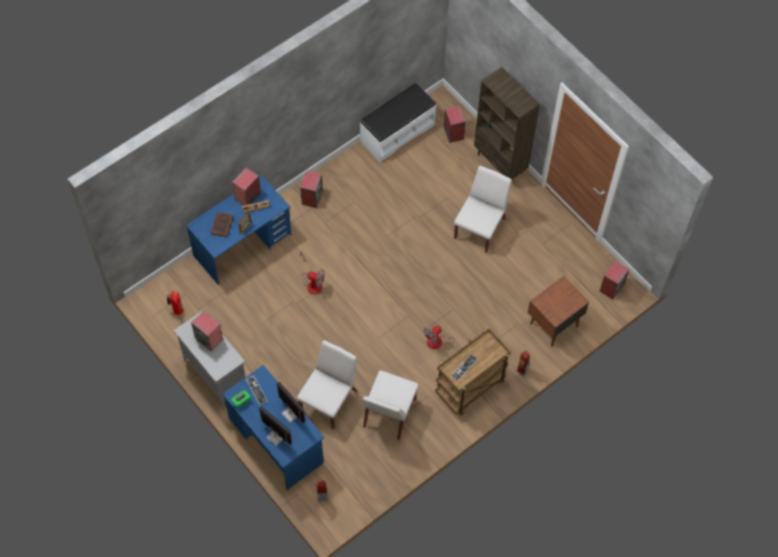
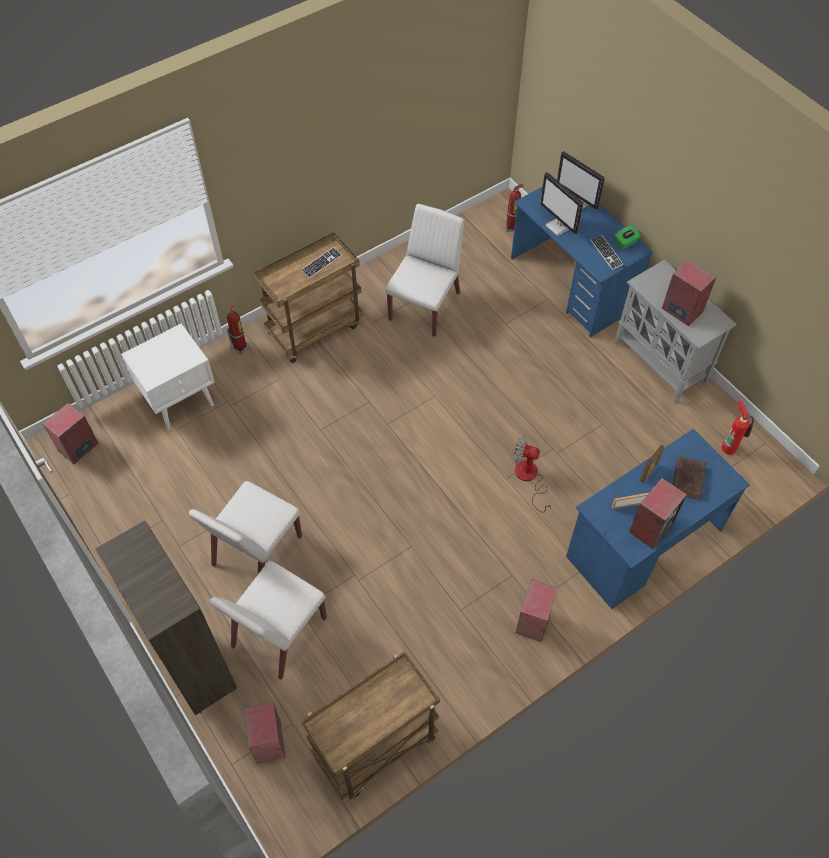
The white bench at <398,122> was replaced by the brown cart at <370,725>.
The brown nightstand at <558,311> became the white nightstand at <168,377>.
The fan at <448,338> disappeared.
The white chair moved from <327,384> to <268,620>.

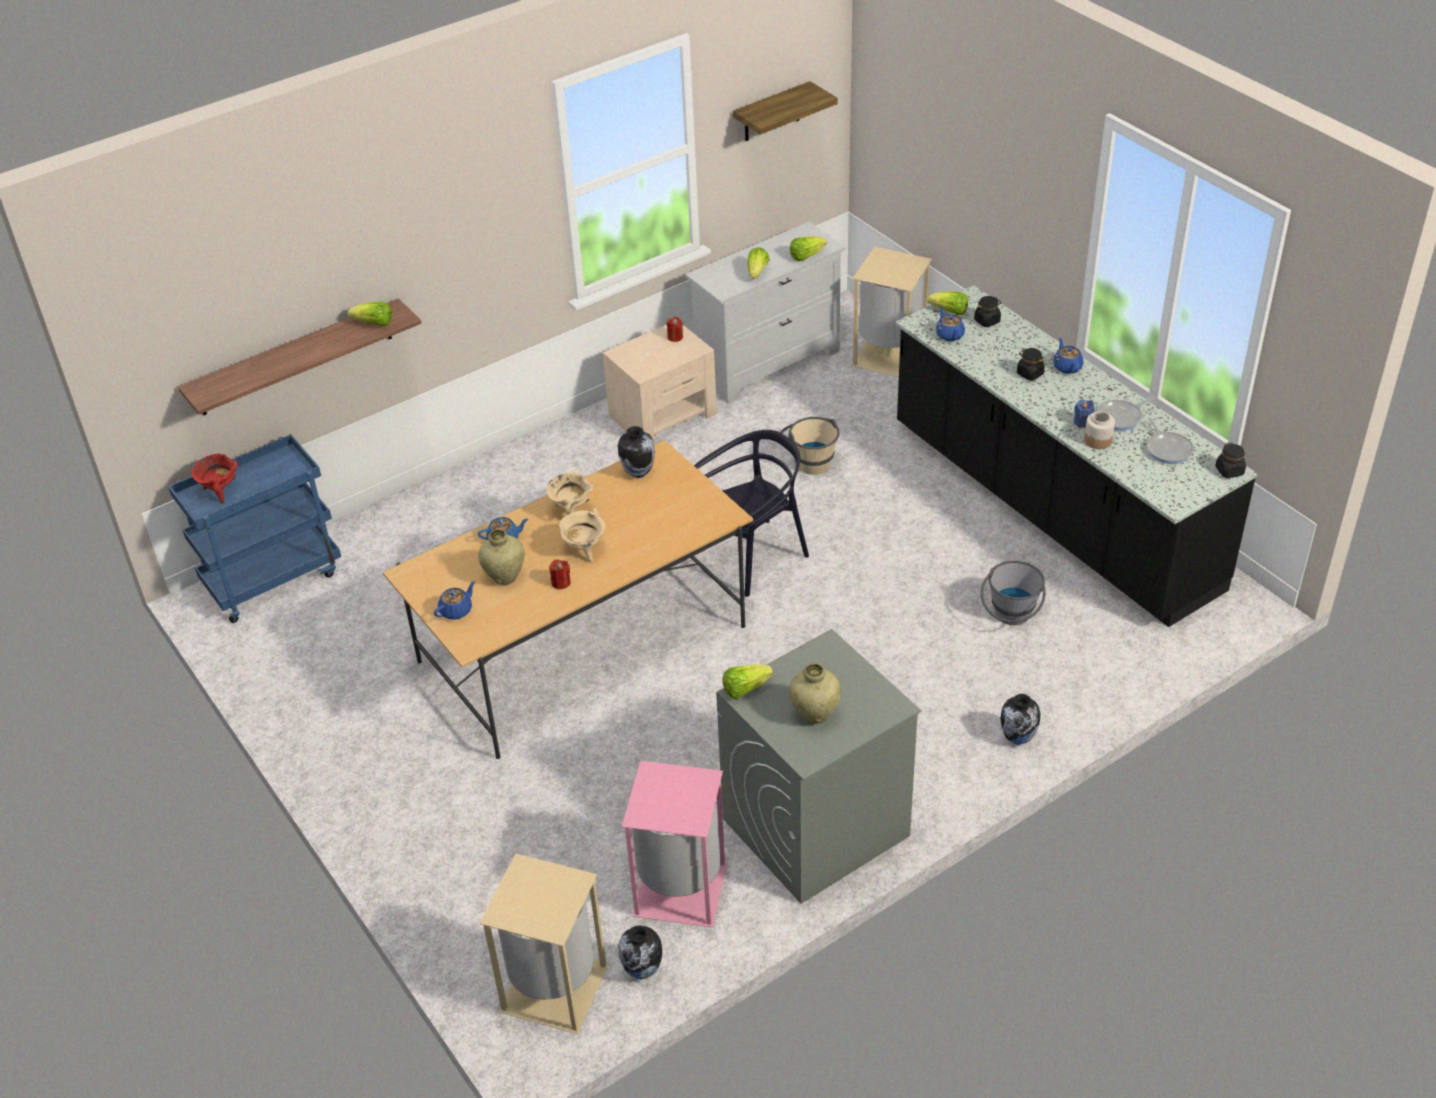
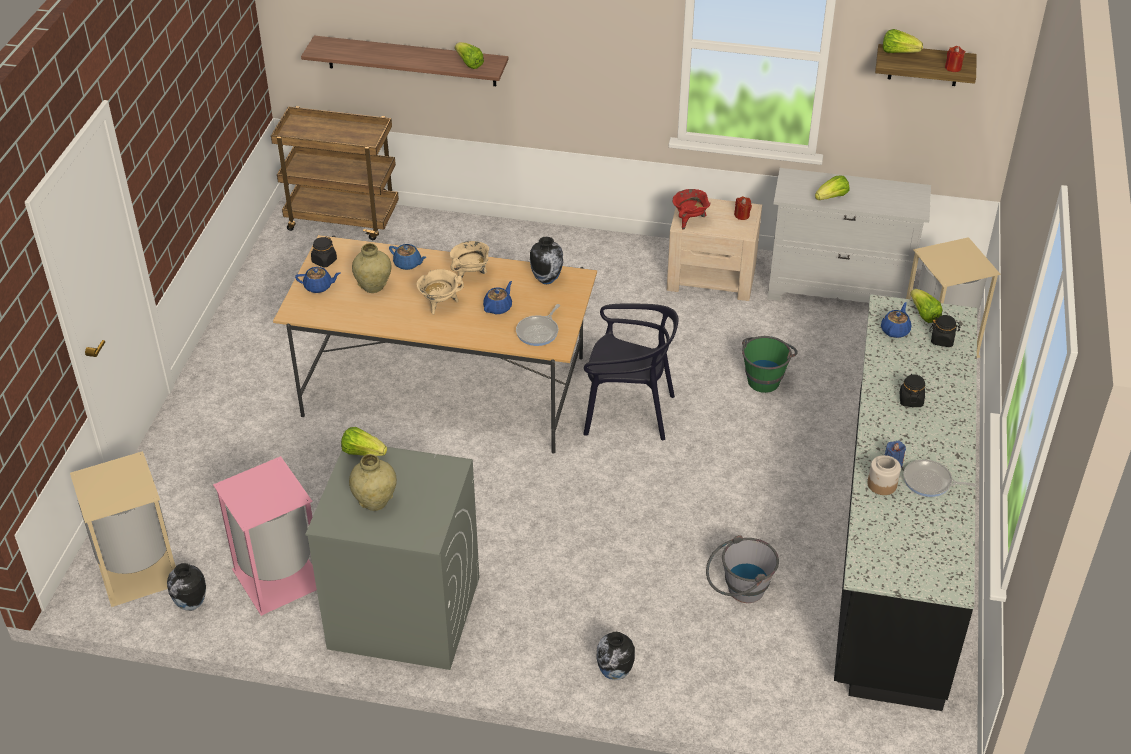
The lettuce moved from <808,248> to <903,41>.
The blue teapot moved from <1068,356> to <497,297>.
The beige bucket at <810,446> became the green bucket at <770,364>.
The frying pan moved from <1170,440> to <538,325>.
The blue cart at <254,528> became the brown cart at <335,173>.
The black jar moved from <1230,460> to <324,252>.
The red cooking pot moved from <214,479> to <691,209>.
The red candle moved from <560,574> to <955,59>.

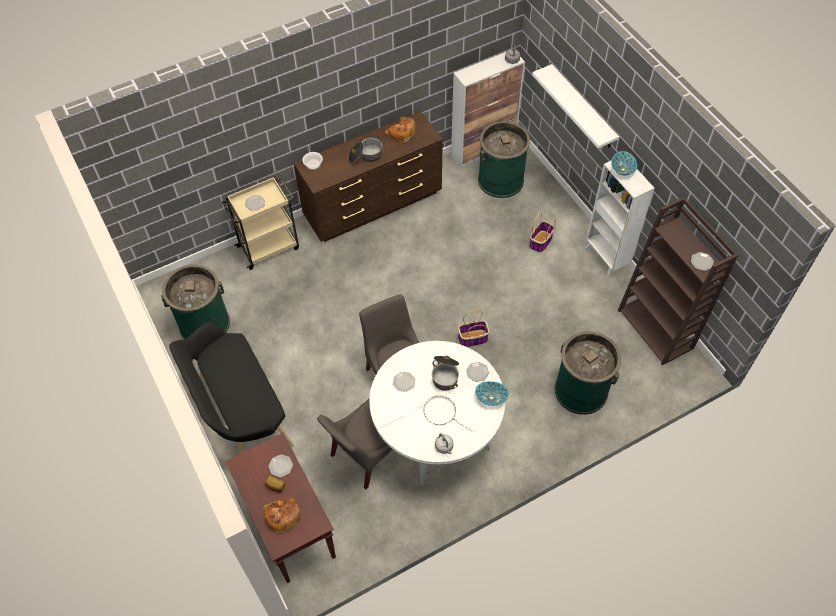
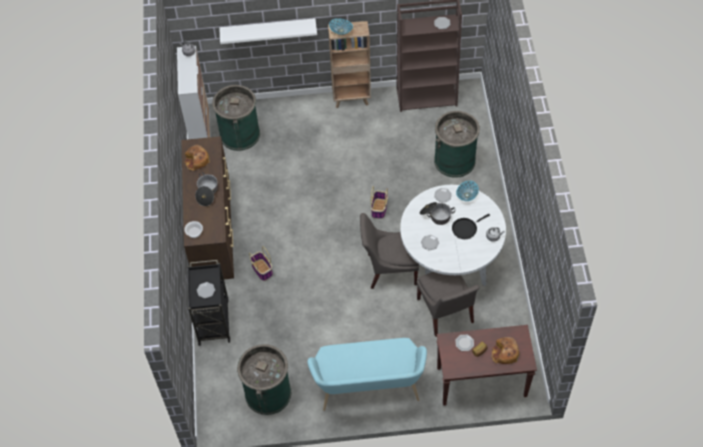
The white bookcase at <620,218> became the brown bookcase at <349,64>.
The beige cart at <260,223> became the black cart at <209,303>.
The basket moved from <542,232> to <261,263>.
The black bench at <231,387> became the turquoise bench at <367,374>.
The white frying pan at <449,414> became the black frying pan at <471,226>.

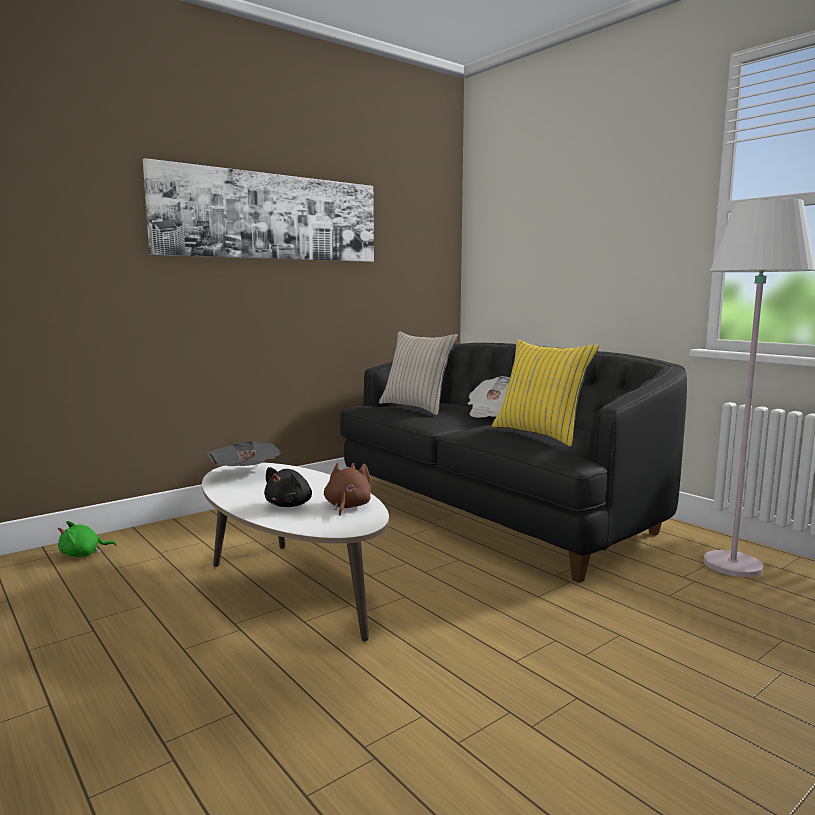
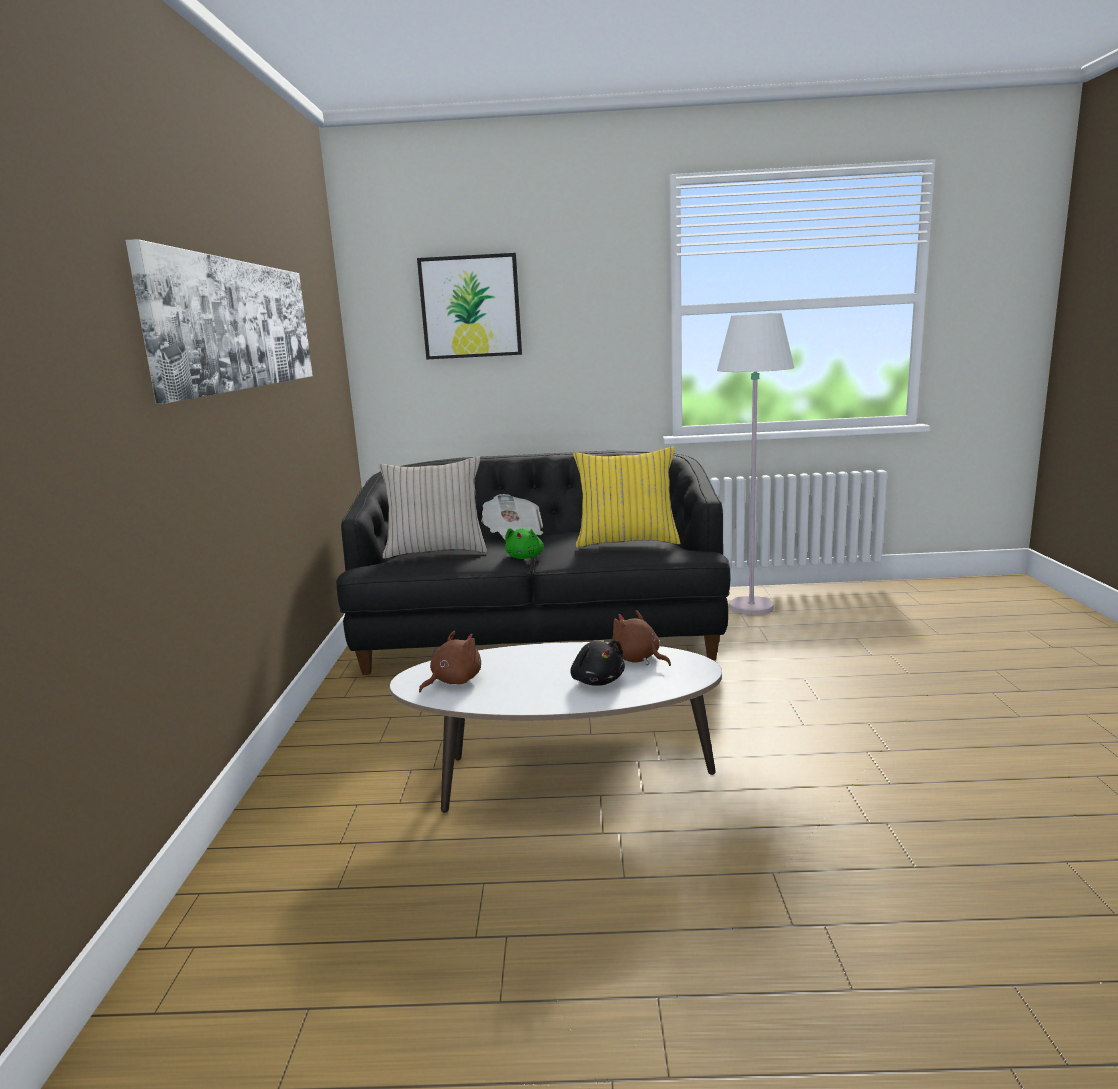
The newspaper at <243,453> was replaced by the brown plush toy at <450,662>.
The green plush toy moved from <87,539> to <524,543>.
The picture at <469,306> appeared.

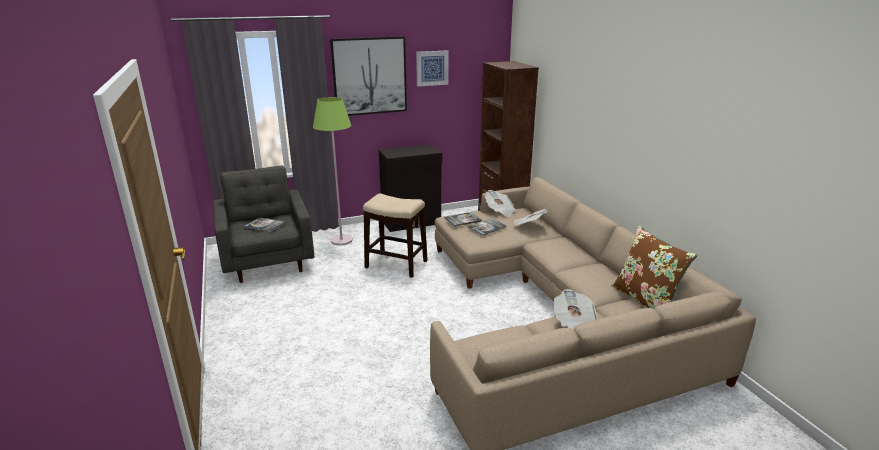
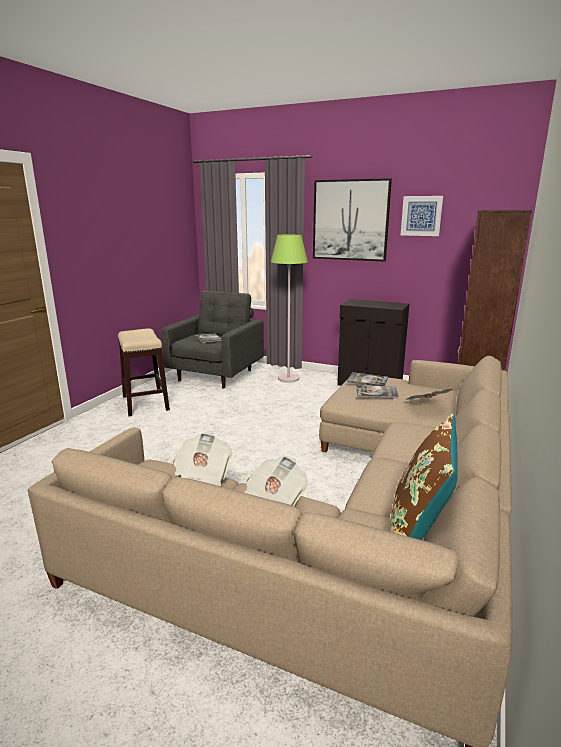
The newspaper moved from <500,203> to <202,459>.
The stool moved from <395,235> to <144,372>.

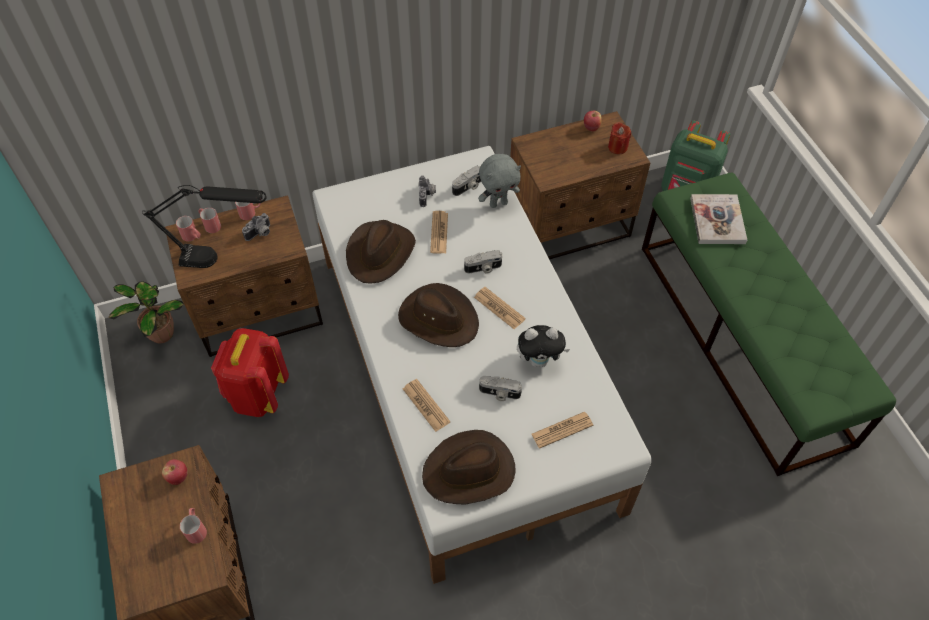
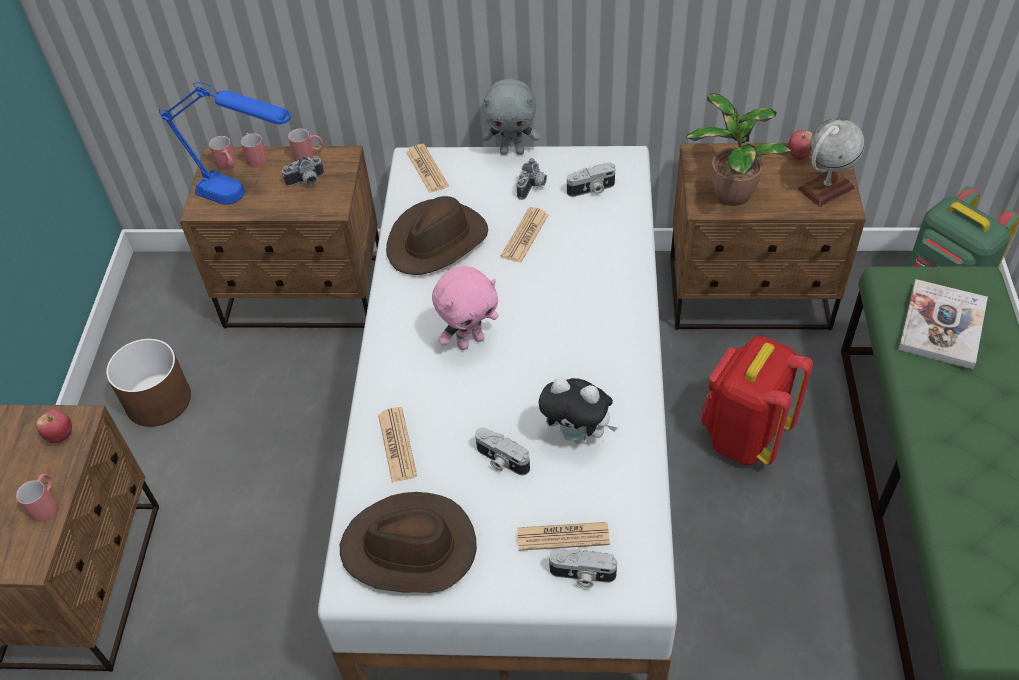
The red candle at <619,138> was replaced by the globe at <831,162>.
The grey plush toy moved from <499,181> to <511,116>.
The black table lamp at <204,226> became the blue table lamp at <225,143>.
The photo camera moved from <483,262> to <583,568>.
The potted plant moved from <146,312> to <739,149>.
The brown hat at <438,315> was replaced by the pink plush toy at <465,308>.
The newspaper moved from <500,308> to <427,168>.
The red backpack moved from <250,372> to <756,400>.
The brown planter at <148,382> appeared.

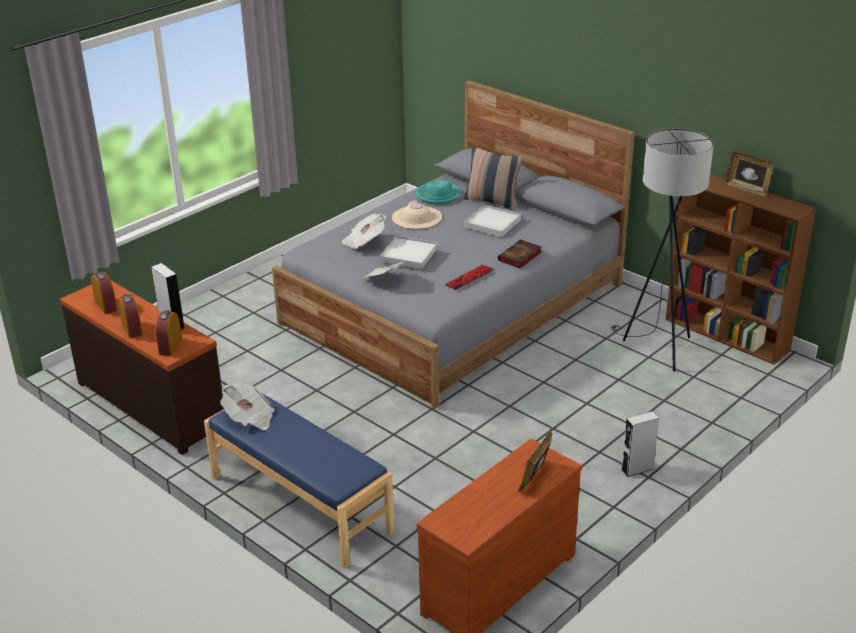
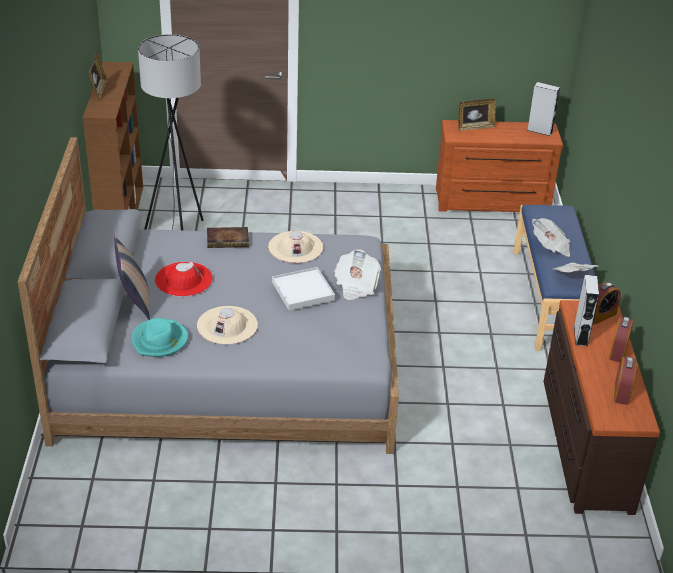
The white tray at <492,221> was replaced by the red hat at <184,279>.
The newspaper moved from <364,231> to <551,237>.
The keyboard at <469,277> was replaced by the beige hat at <295,247>.
The grey speaker moved from <640,444> to <543,109>.

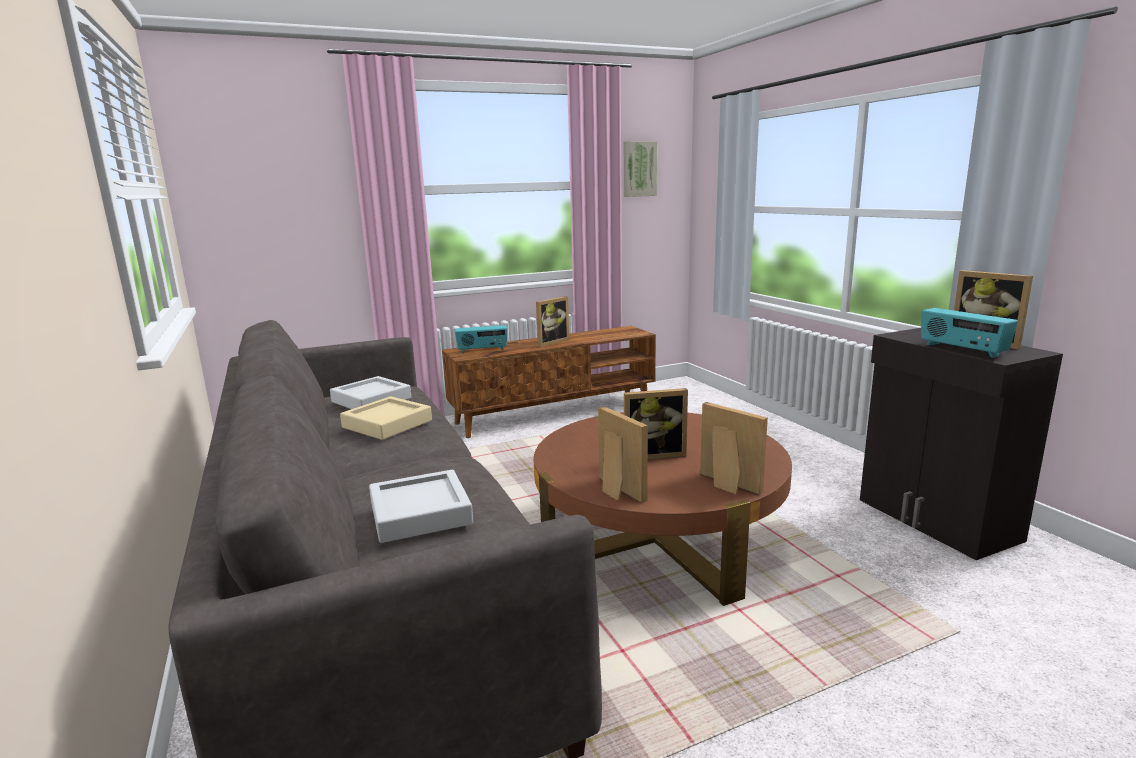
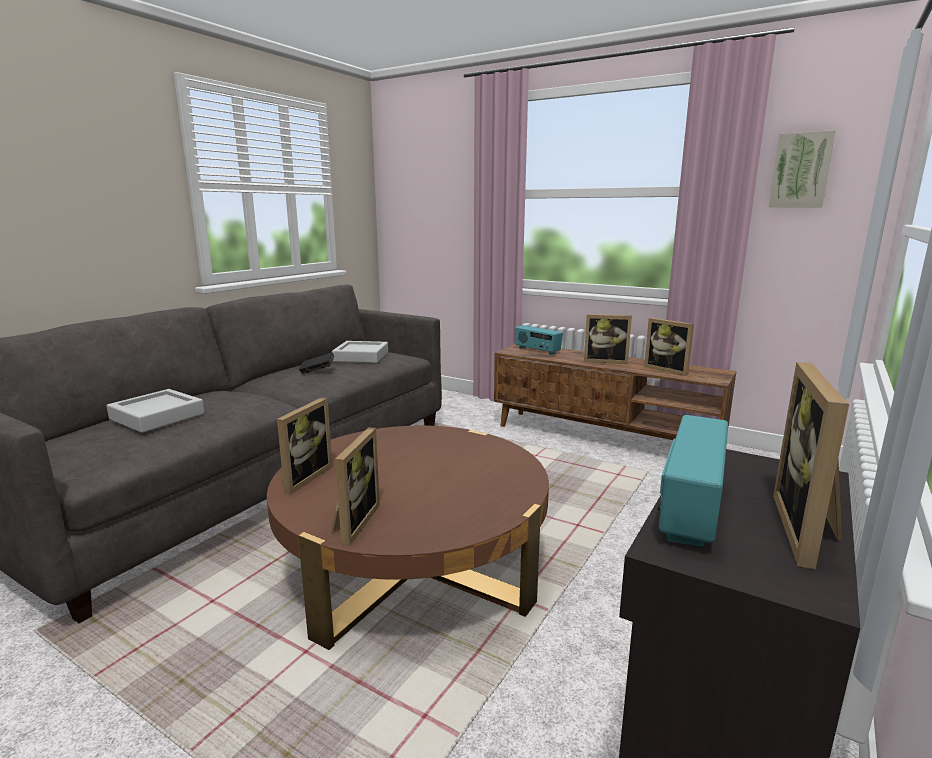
The picture frame moved from <656,424> to <669,347>.
The beige tray at <386,418> was replaced by the black book at <316,363>.

